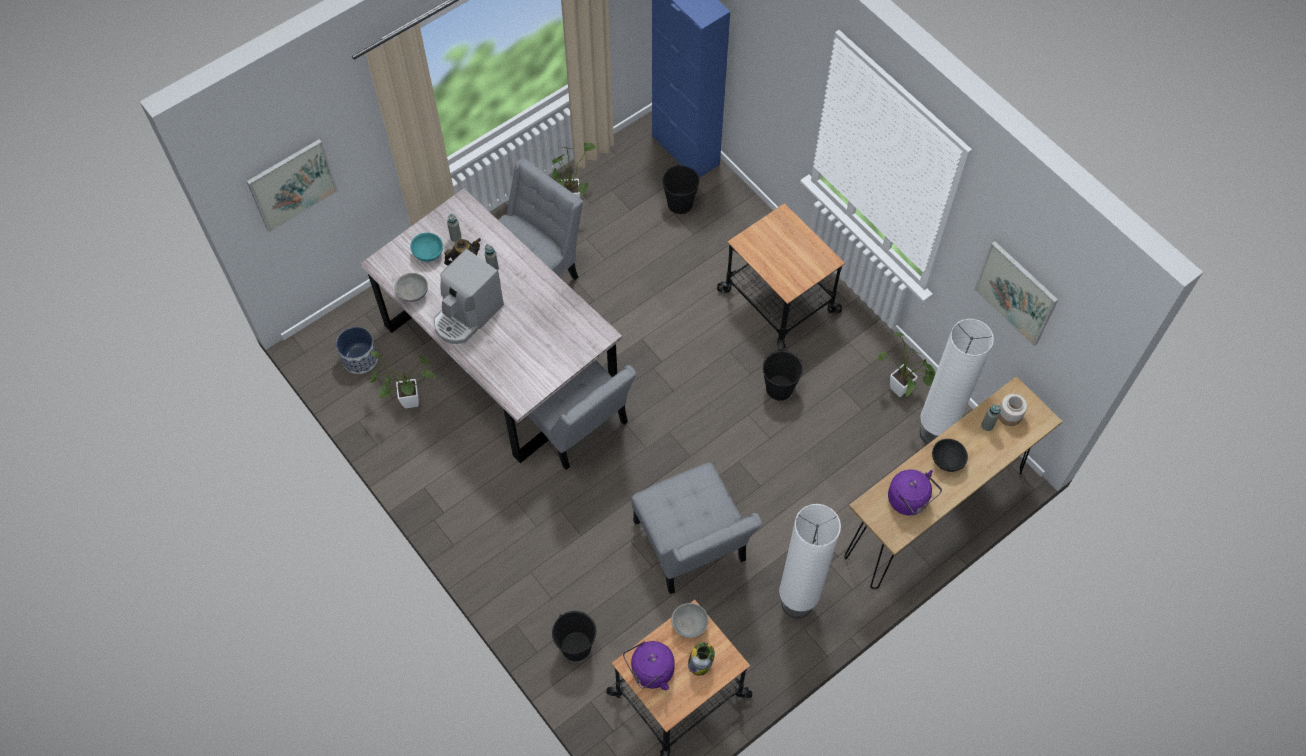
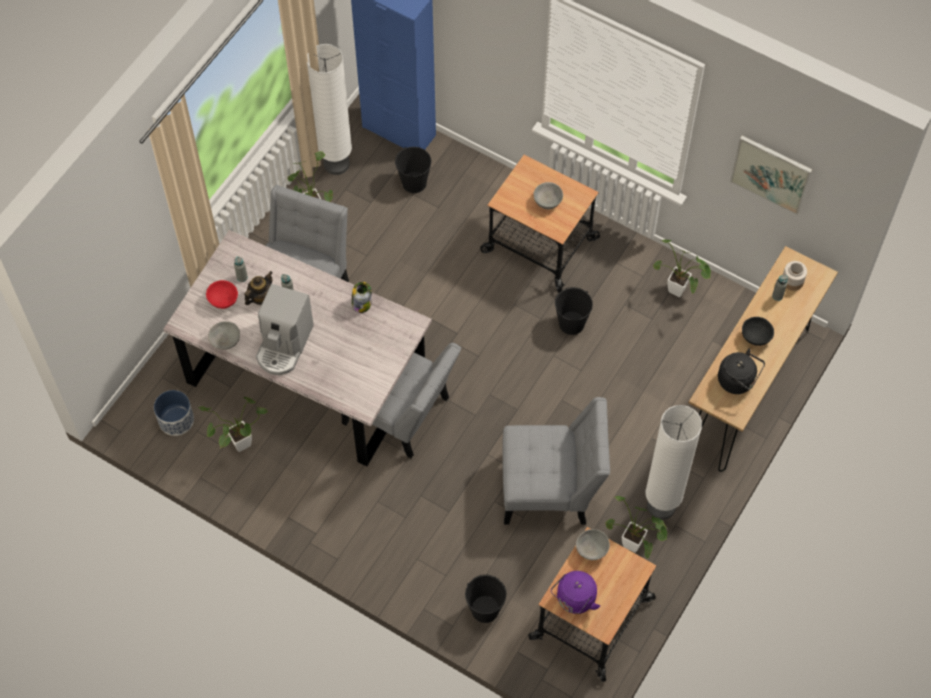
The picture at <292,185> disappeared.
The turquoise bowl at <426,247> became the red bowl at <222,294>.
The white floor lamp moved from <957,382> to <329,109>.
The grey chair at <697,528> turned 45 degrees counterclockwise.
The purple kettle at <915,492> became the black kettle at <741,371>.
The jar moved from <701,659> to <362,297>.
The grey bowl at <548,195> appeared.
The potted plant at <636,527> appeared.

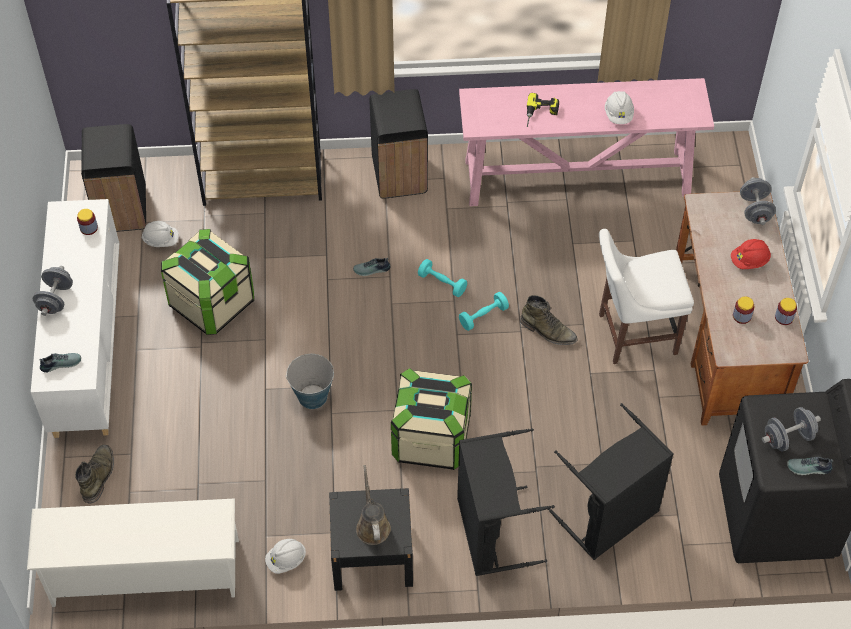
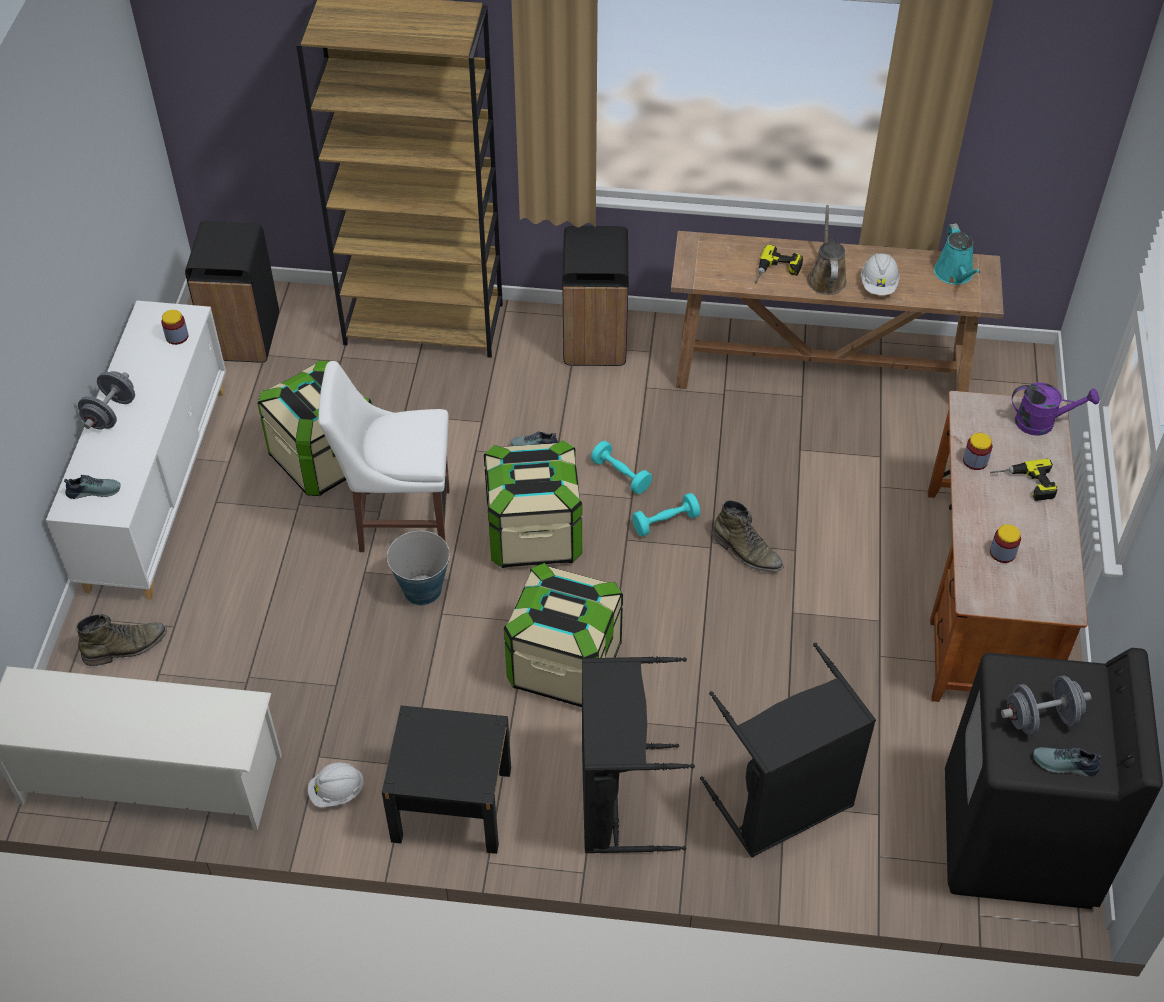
The pink console table at <586,142> became the brown console table at <837,311>.
The grey dumbbell at <758,201> was replaced by the purple watering can at <1056,409>.
The white hard hat at <160,234> disappeared.
The white chair moved from <646,296> to <384,456>.
The red hard hat at <751,254> was replaced by the power drill at <1024,480>.
The jar moved from <786,311> to <977,451>.
The green boot at <94,474> turned 45 degrees clockwise.
The brown watering can moved from <373,505> to <827,250>.
The turquoise watering can at <957,254> appeared.
The storage box at <533,504> appeared.

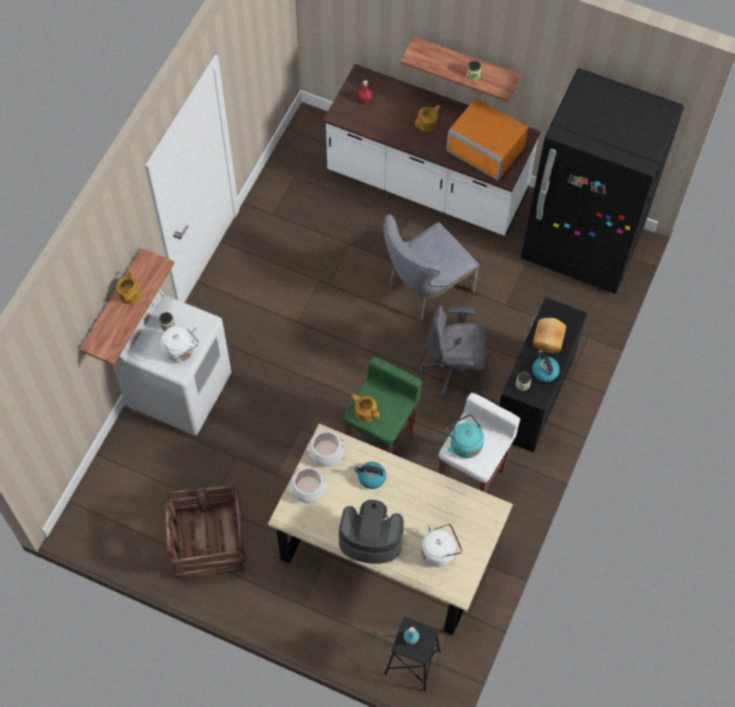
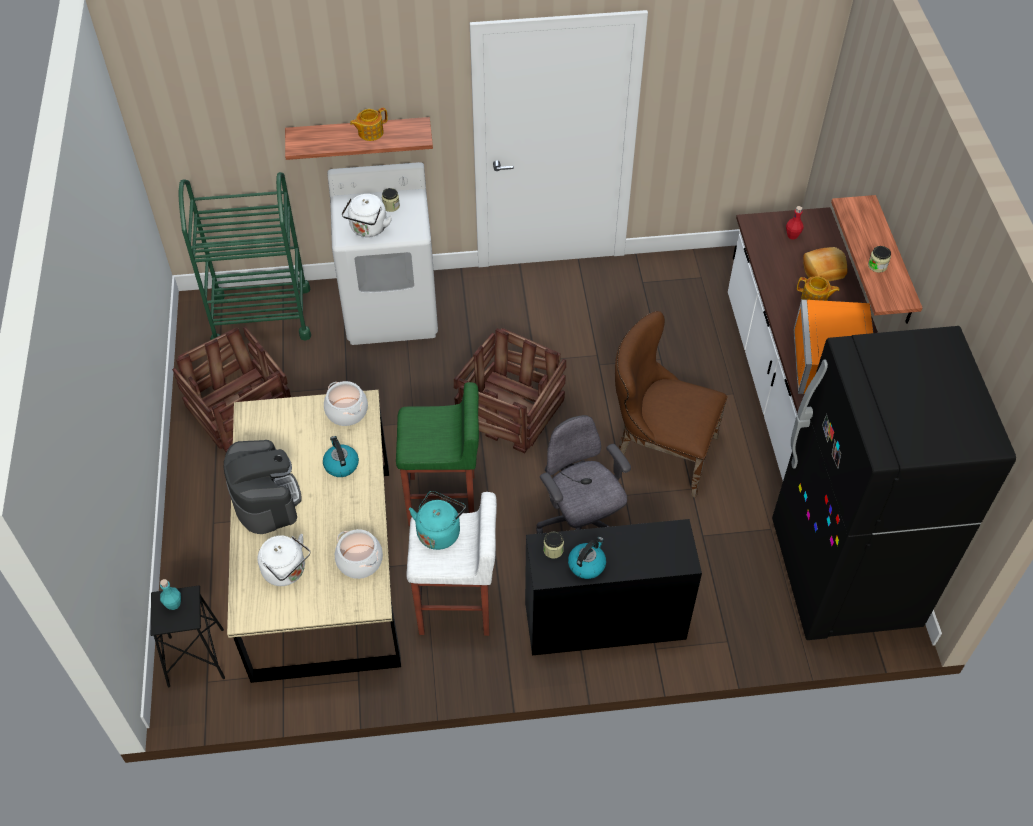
The grey chair at <432,268> became the brown chair at <671,404>.
The bread moved from <549,335> to <825,264>.
The teapot at <366,408> disappeared.
The cooking pot moved from <308,485> to <359,554>.
The green cart at <245,256> appeared.
The crate at <510,390> appeared.

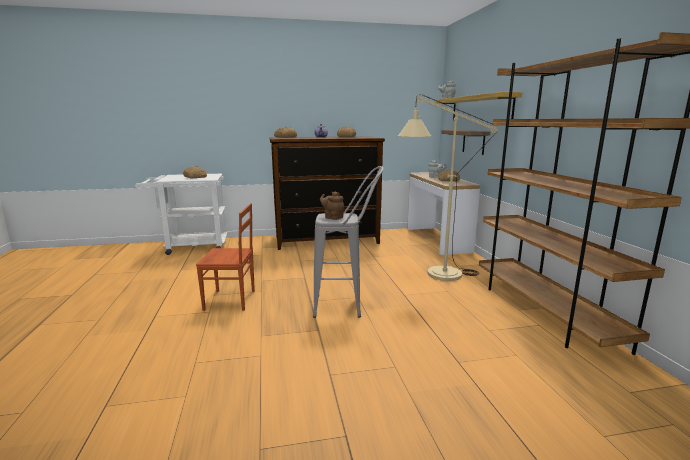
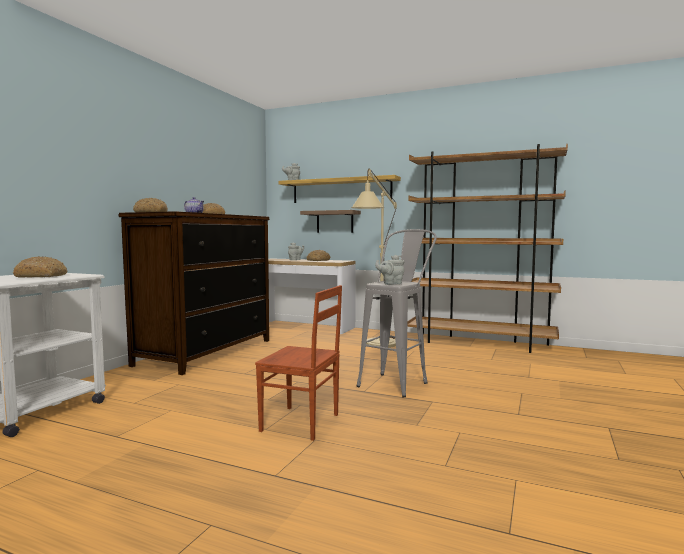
The brown teapot at <332,206> became the grey teapot at <389,270>.
The brown chair at <225,257> turned 75 degrees clockwise.

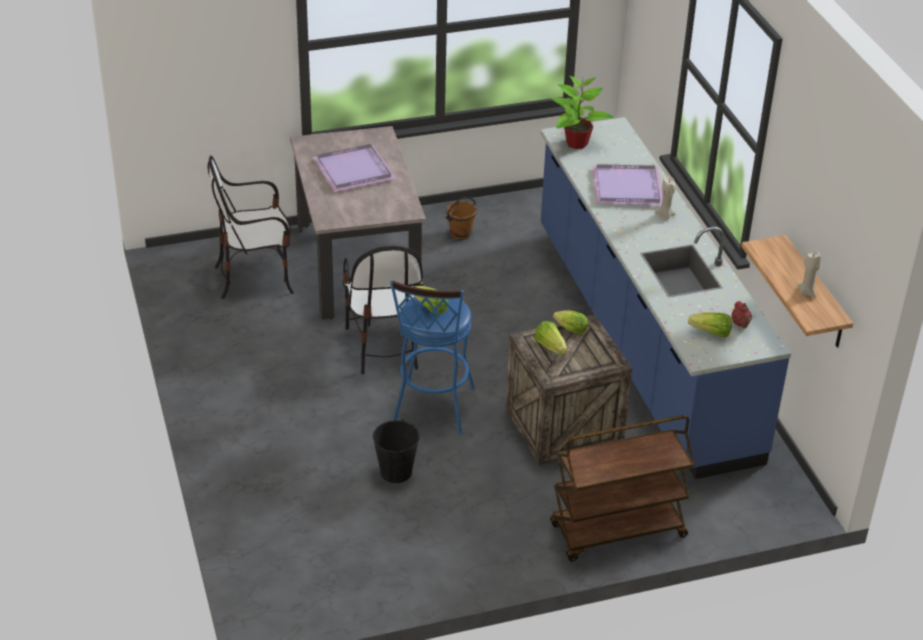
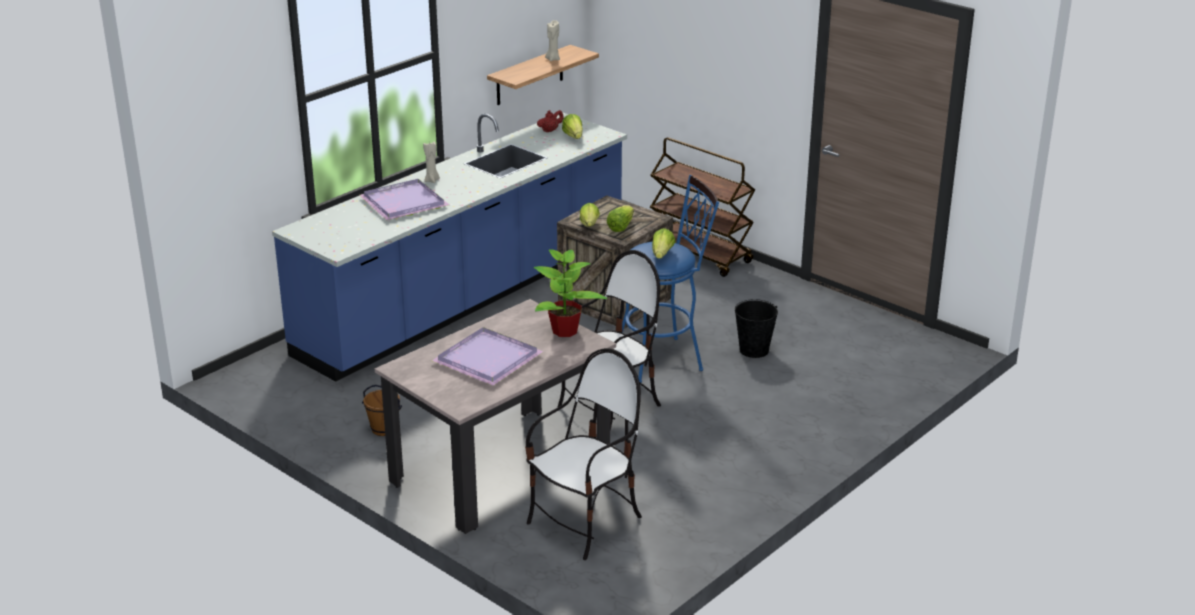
The potted plant moved from <582,112> to <570,293>.
The chair at <251,227> turned 90 degrees counterclockwise.

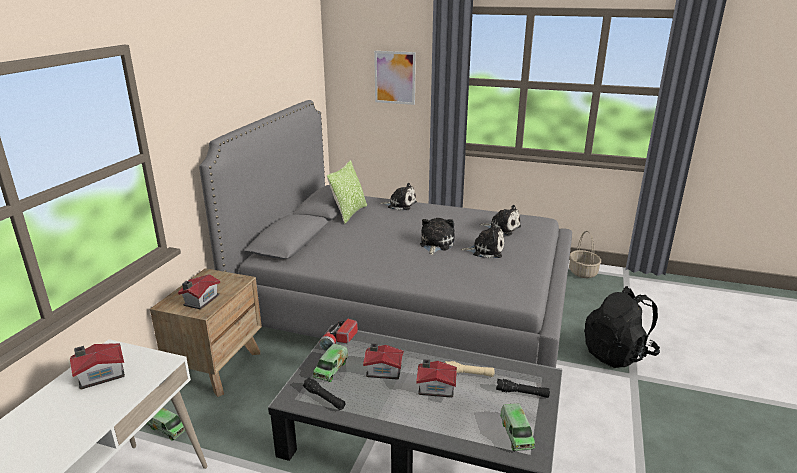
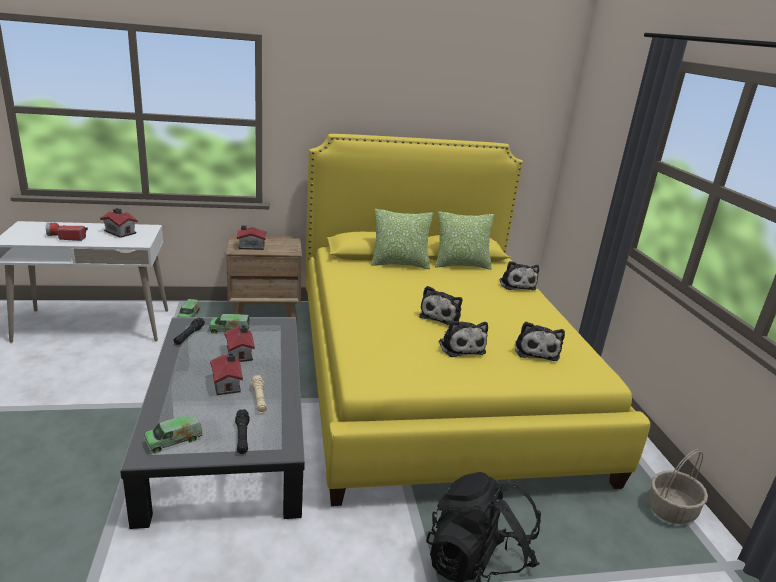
The picture at <395,78> disappeared.
The grey bed at <385,234> became the yellow bed at <478,320>.
The plush toy at <437,236> turned 120 degrees clockwise.
The flashlight moved from <338,335> to <67,231>.
The pillow at <402,239> appeared.

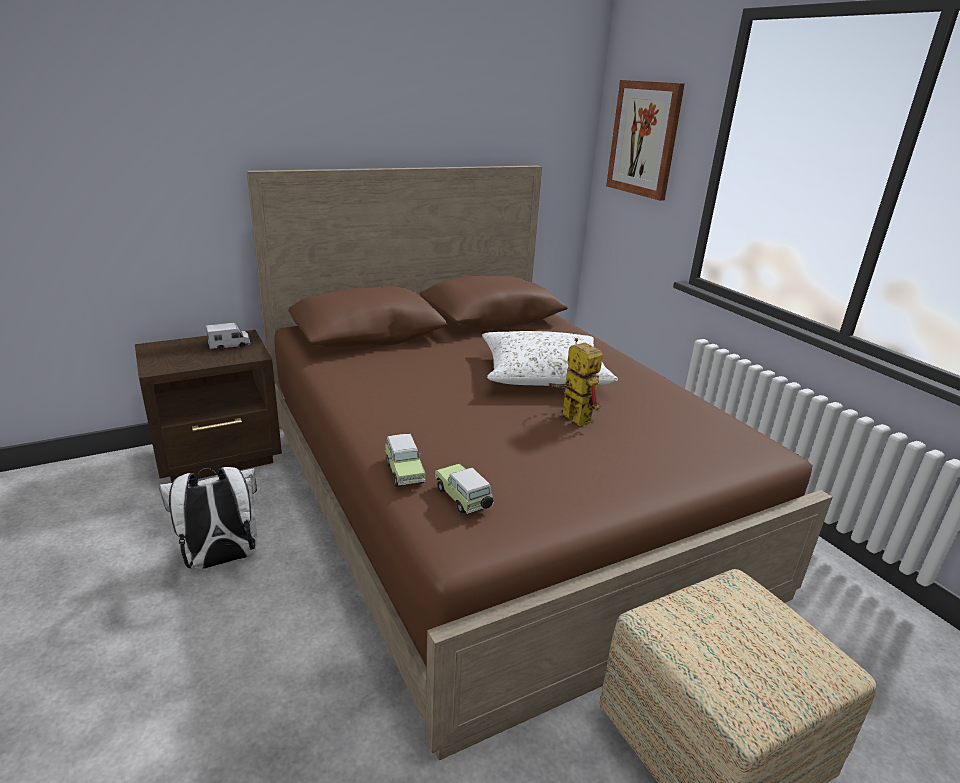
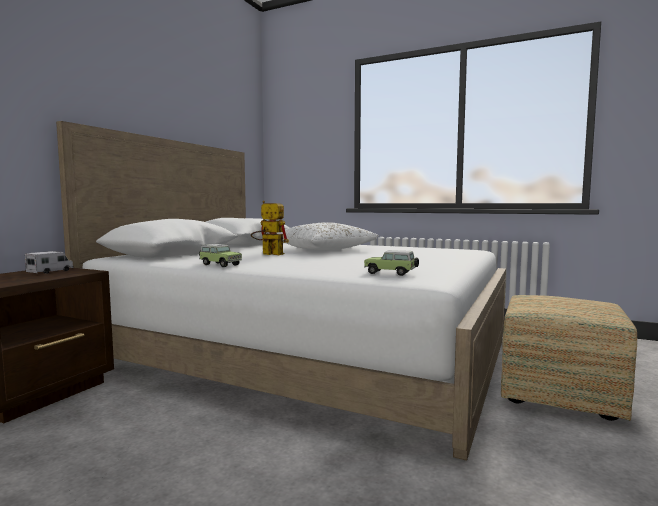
The picture at <645,140> disappeared.
The brown bed at <540,463> became the white bed at <281,291>.
The toy robot moved from <576,382> to <270,228>.
The toy car moved from <405,460> to <220,255>.
The white backpack at <208,518> disappeared.

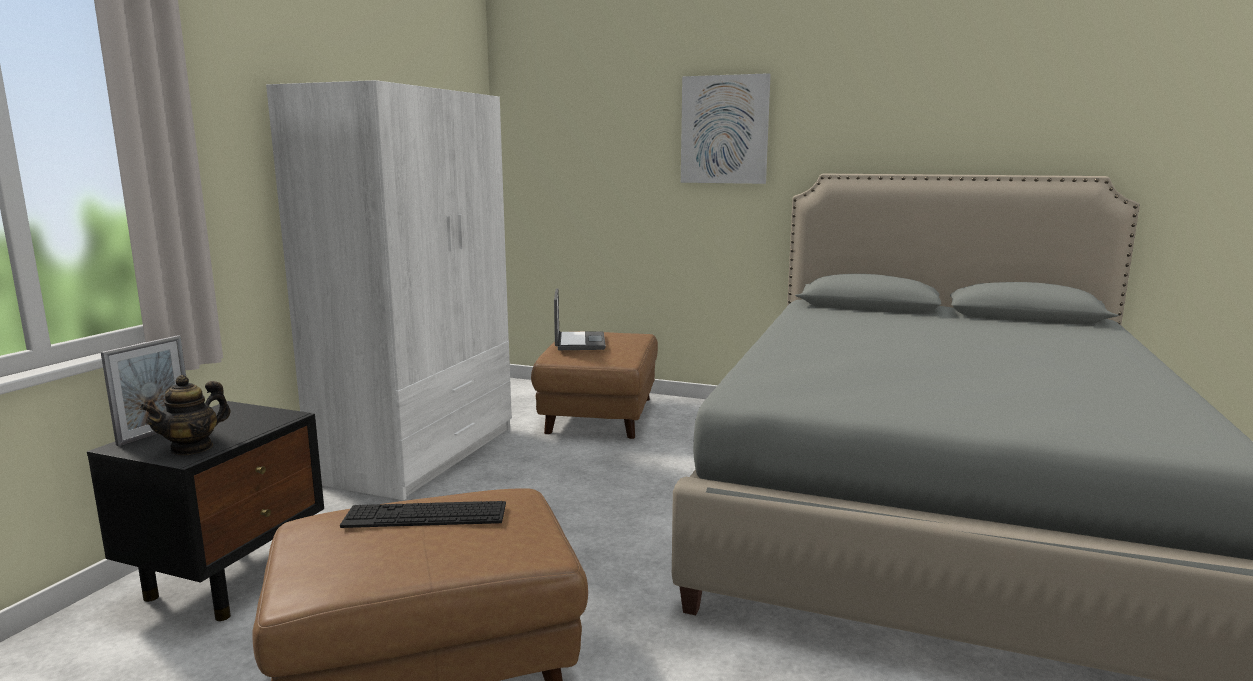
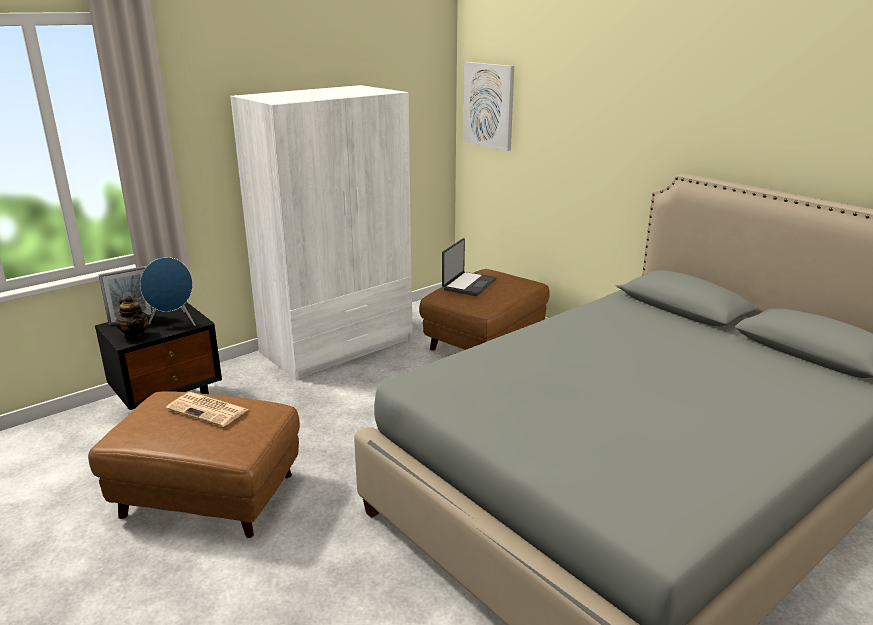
The picture moved from <726,128> to <488,106>.
The teapot at <185,415> turned 105 degrees counterclockwise.
The keyboard at <423,514> was replaced by the newspaper at <207,409>.
The blue speaker at <167,291> appeared.

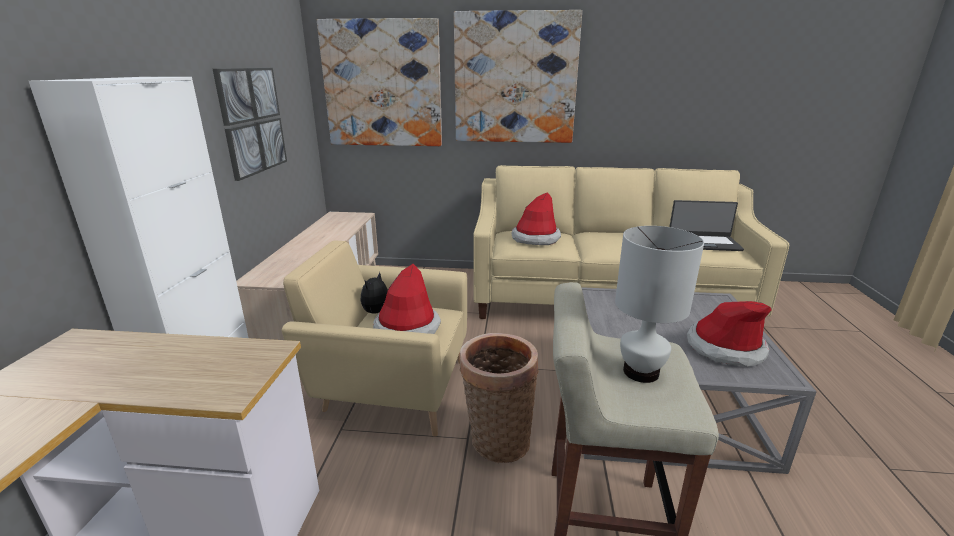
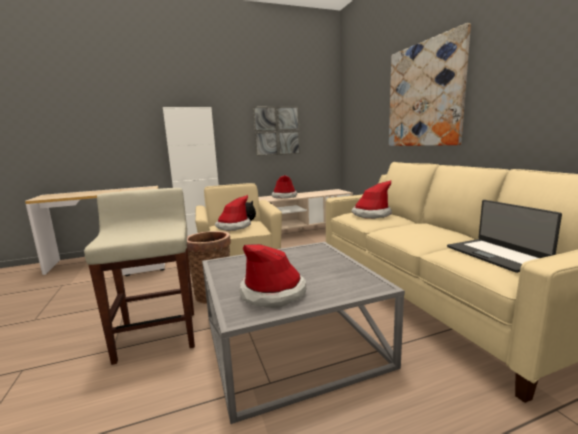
The picture at <379,82> disappeared.
The white table lamp at <659,304> disappeared.
The hat at <284,186> appeared.

